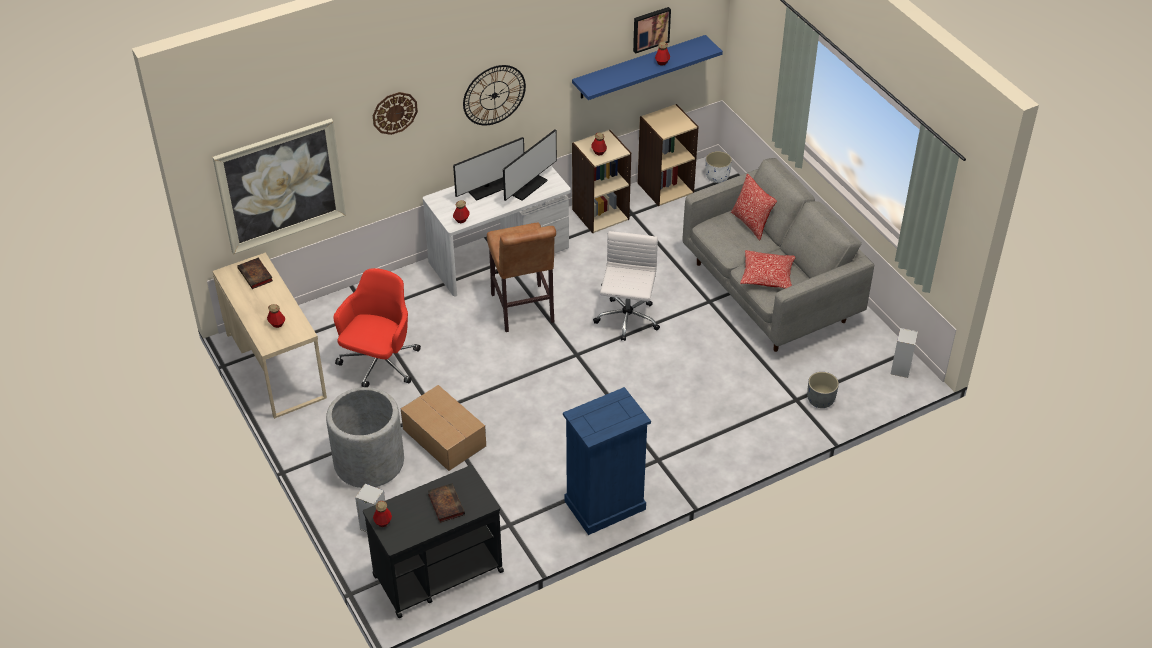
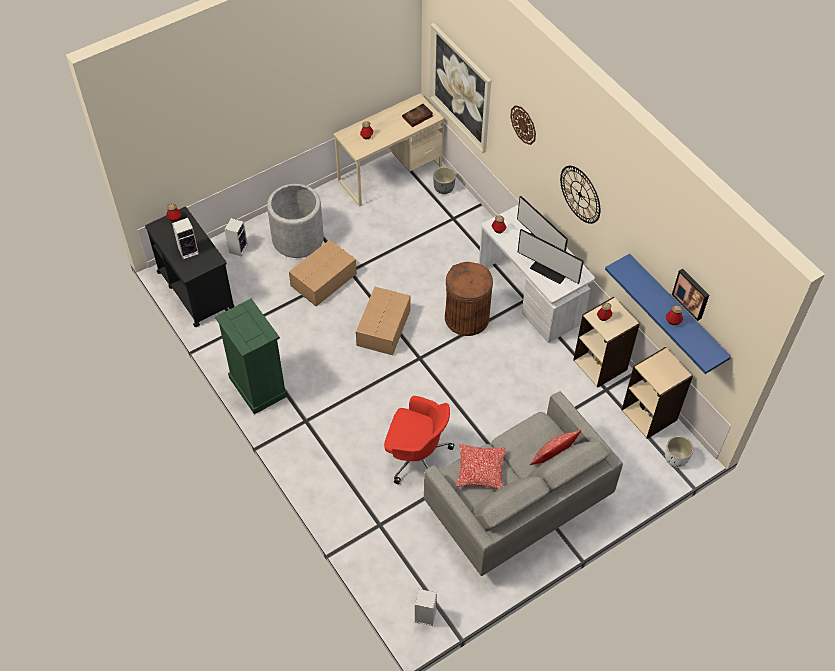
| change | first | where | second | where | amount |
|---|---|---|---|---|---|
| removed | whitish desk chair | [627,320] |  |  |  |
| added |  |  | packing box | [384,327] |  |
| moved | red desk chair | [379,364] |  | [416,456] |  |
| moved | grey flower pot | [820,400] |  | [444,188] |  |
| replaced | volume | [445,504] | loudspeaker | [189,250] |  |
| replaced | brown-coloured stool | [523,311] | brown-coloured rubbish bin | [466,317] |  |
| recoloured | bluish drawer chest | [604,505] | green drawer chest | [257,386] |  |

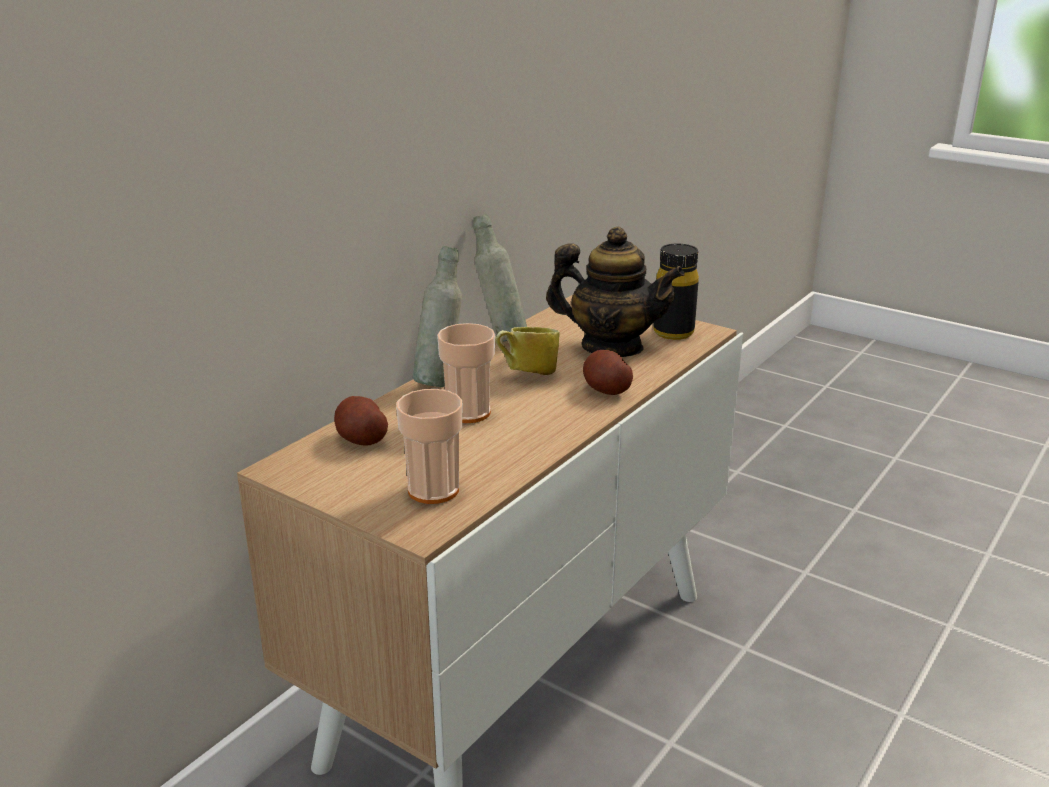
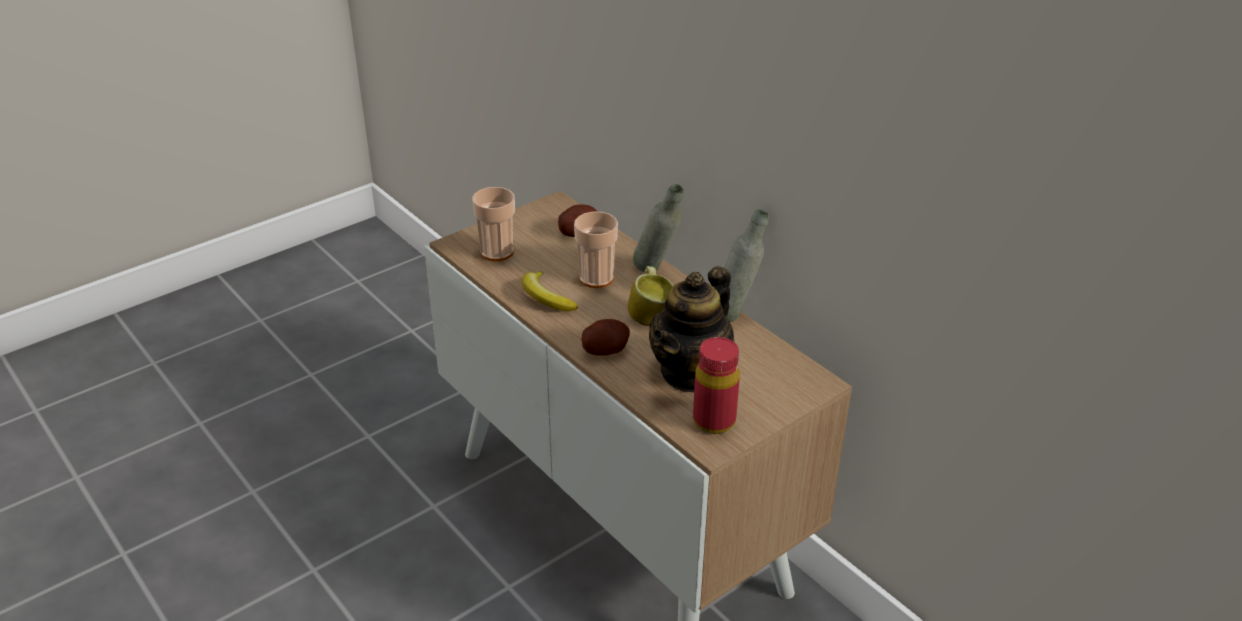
| change | first | where | second | where | amount |
|---|---|---|---|---|---|
| added |  |  | banana fruit | [545,298] |  |
| recoloured | black drink bottle | [673,332] | red drink bottle | [714,421] |  |

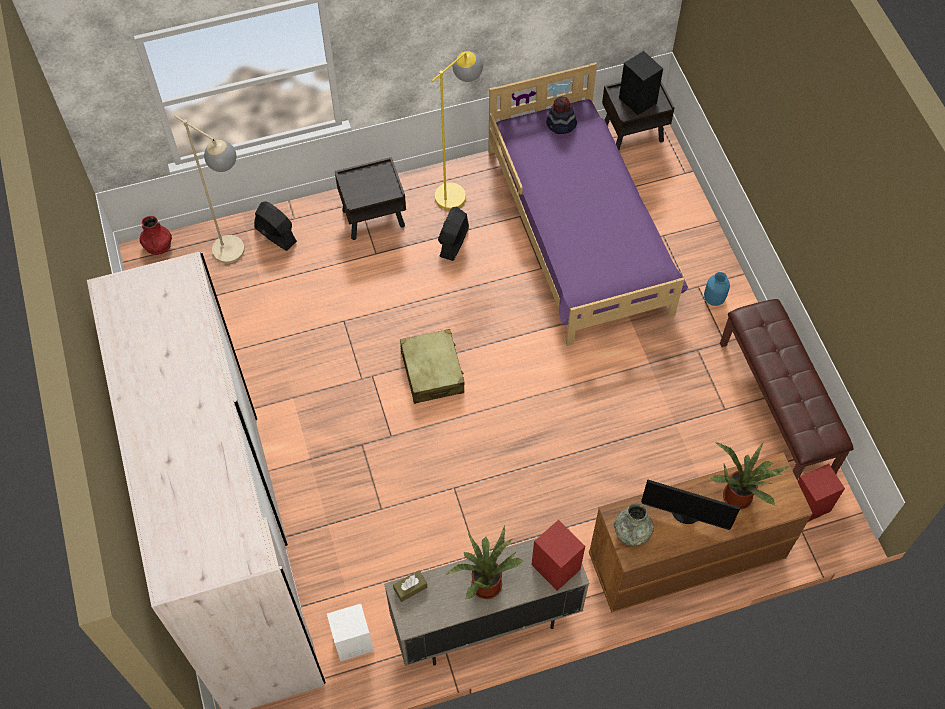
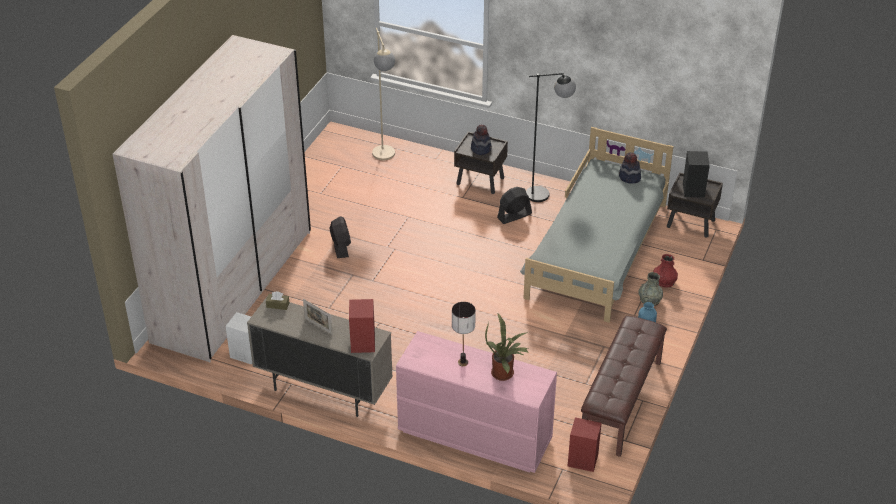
| change | first | where | second | where | amount |
|---|---|---|---|---|---|
| removed | beige travel case | [432,372] |  |  |  |
| added |  |  | wearable hat | [481,148] |  |
| moved | red decorative vase | [158,245] |  | [664,281] |  |
| moved | black cooling fan | [275,234] |  | [341,247] |  |
| moved | grey decorative vase | [632,532] |  | [649,300] |  |
| replaced | plant in a pot | [485,582] | standing frame | [318,326] |  |
| replaced | computer display | [686,512] | tabletop lamp | [463,362] |  |
| recoloured | yellowish standard lamp | [457,189] | black standard lamp | [546,194] |  |
| recoloured | purple-coloured sleeping bed | [579,231] | grey sleeping bed | [598,251] |  |
| recoloured | brown-coloured drawer chest | [685,557] | pink-coloured drawer chest | [473,435] |  |

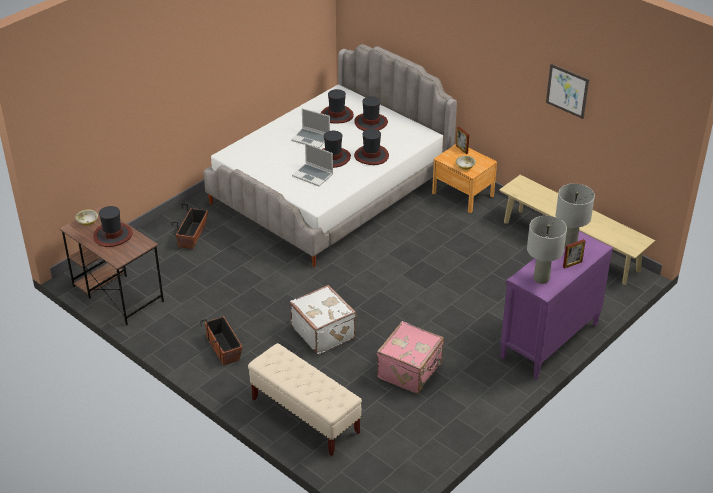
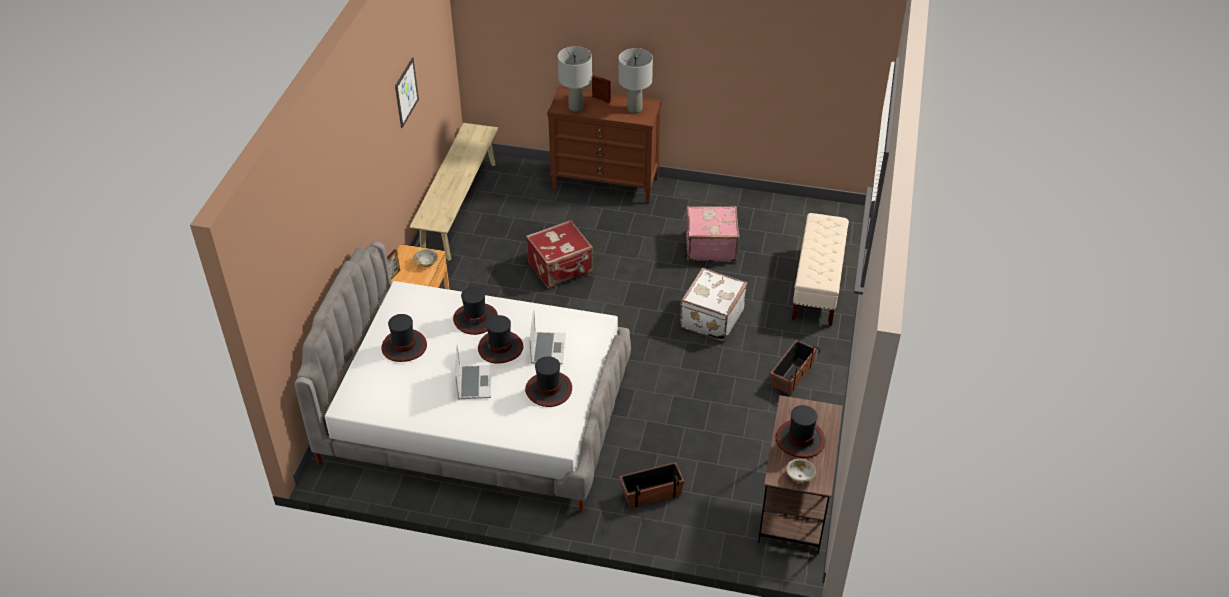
| change | first | where | second | where | amount |
|---|---|---|---|---|---|
| added |  |  | red travel case | [561,268] |  |
| moved | wearable hat | [336,115] |  | [549,389] |  |
| recoloured | purple-coloured drawer chest | [549,341] | brown-coloured drawer chest | [605,184] |  |

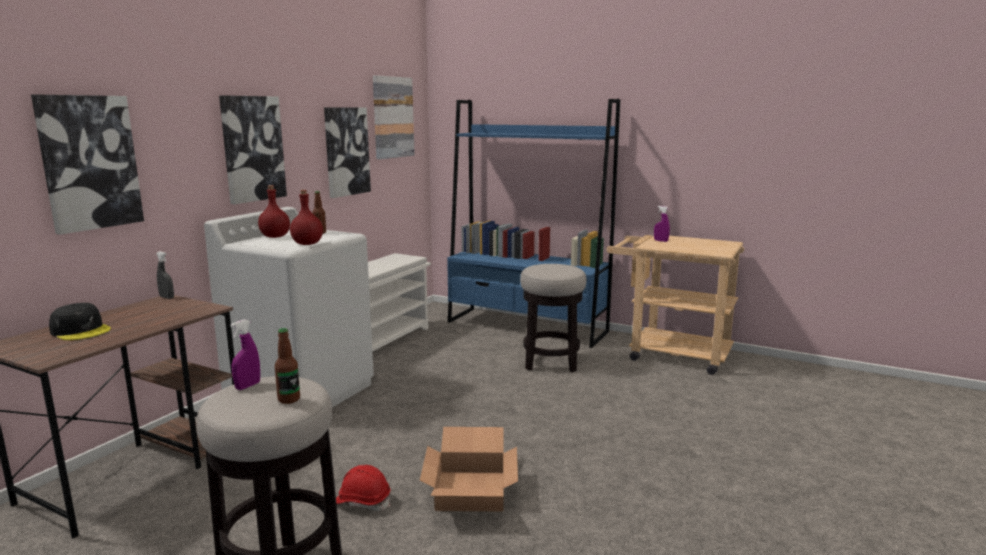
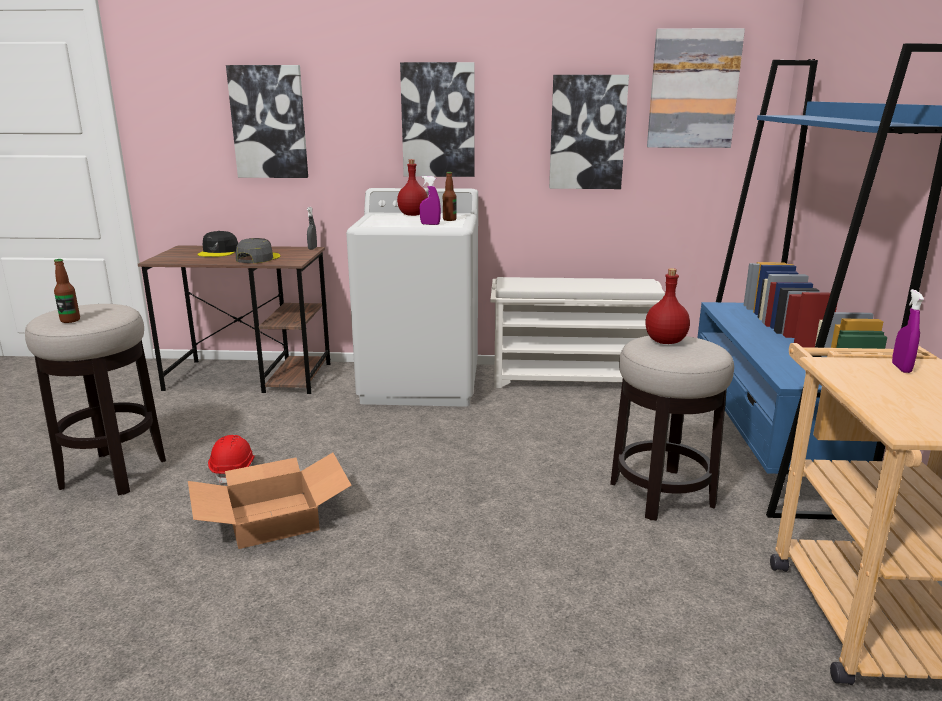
| change | first | where | second | where | amount |
|---|---|---|---|---|---|
| added |  |  | grey baseball cap | [258,258] |  |
| moved | purple-coloured sprayer | [248,386] |  | [430,224] |  |
| moved | red drink bottle | [307,244] |  | [664,341] |  |

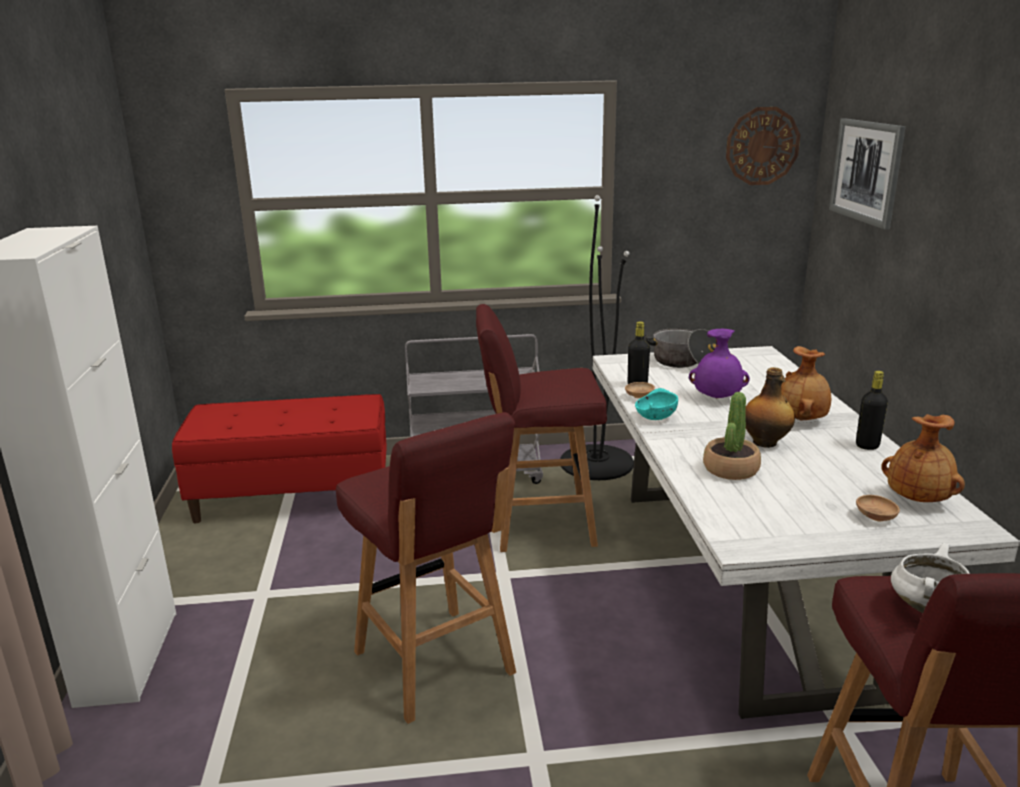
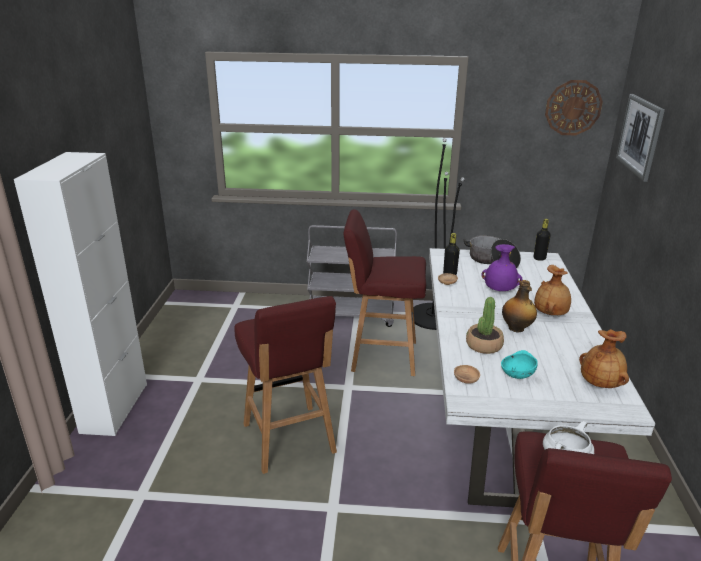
| change | first | where | second | where | amount |
|---|---|---|---|---|---|
| removed | red indoor bench | [294,496] |  |  |  |
| moved | turquoise-coloured bowl | [655,418] |  | [516,375] |  |
| moved | black drink bottle | [867,445] |  | [539,258] |  |
| moved | brown-coloured bowl | [875,517] |  | [466,380] |  |

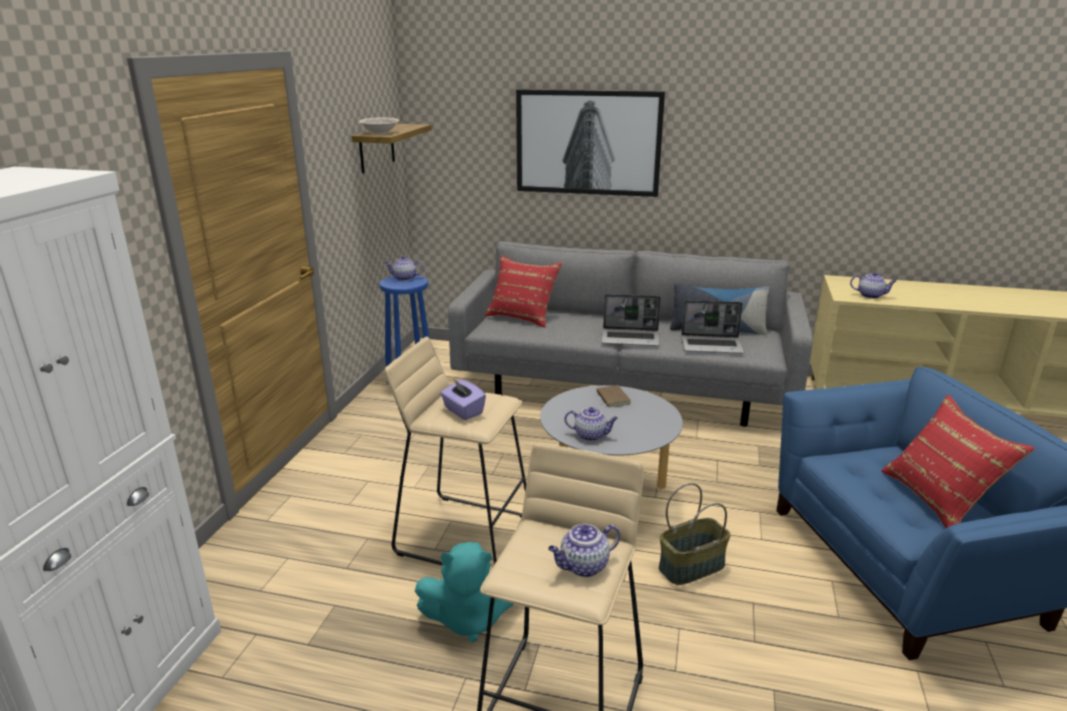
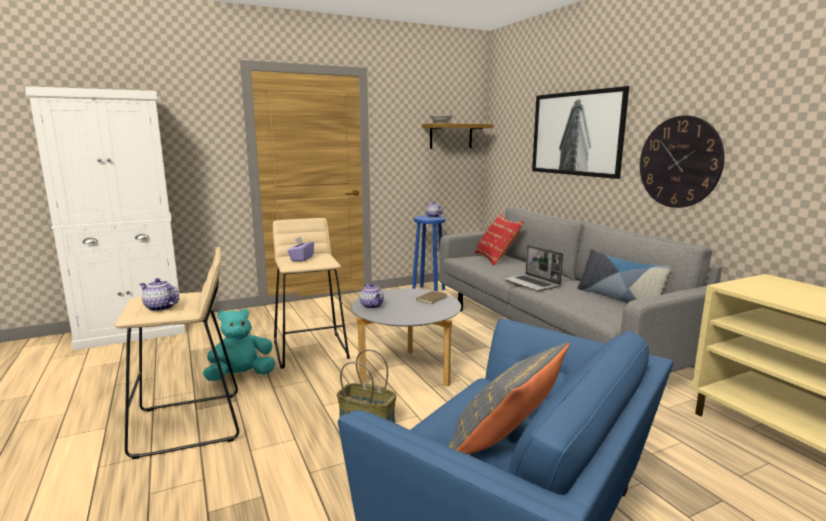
| change | first | where | second | where | amount |
|---|---|---|---|---|---|
| removed | notebook computer | [712,346] |  |  |  |
| removed | pot for tea | [871,295] |  |  |  |
| added |  |  | wall clock | [679,162] |  |
| recoloured | red pillow | [939,499] | grey pillow | [504,445] |  |
| turned | turquoise-coloured plush toy | [470,618] |  | [241,376] | 105 degrees clockwise |

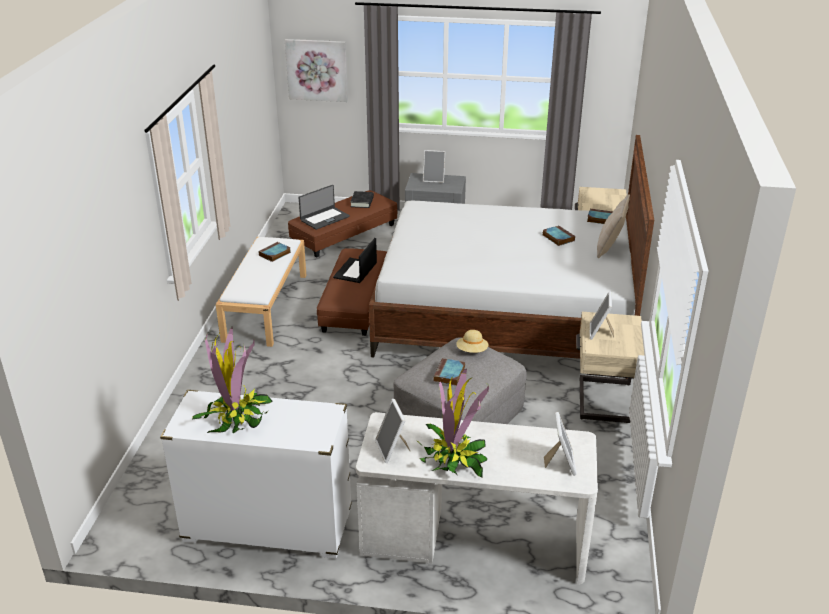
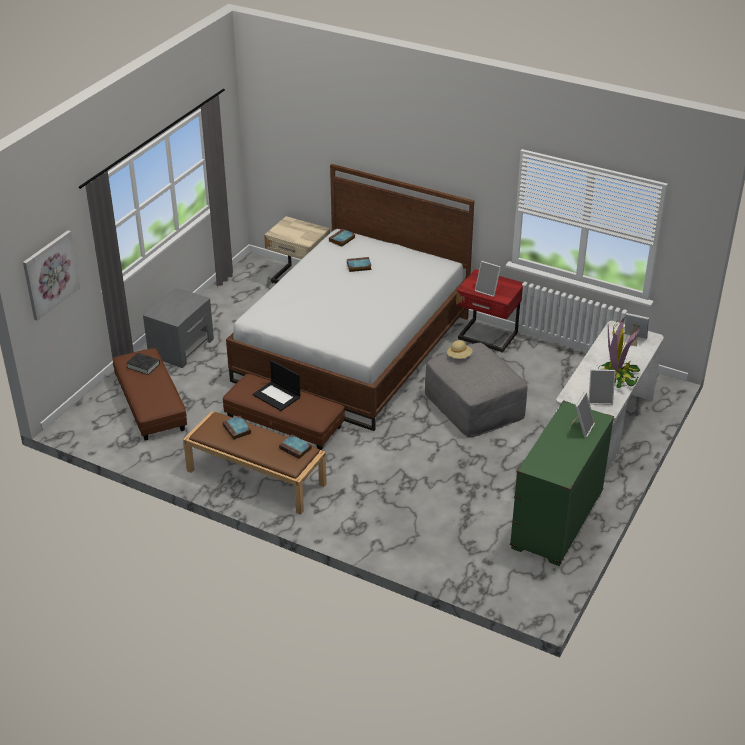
| change | first | where | second | where | amount |
|---|---|---|---|---|---|
| removed | plant in a pot | [236,417] |  |  |  |
| removed | notebook computer | [324,218] |  |  |  |
| removed | beige pillow | [610,247] |  |  |  |
| moved | standing frame | [434,179] |  | [581,428] |  |
| moved | volume | [449,375] |  | [296,449] |  |
| recoloured | whitish drawer chest | [267,526] | green drawer chest | [557,521] |  |
| recoloured | whitish indoor bench | [265,306] | brown-coloured indoor bench | [255,477] |  |
| recoloured | beige bedside table | [603,401] | red bedside table | [487,337] |  |

